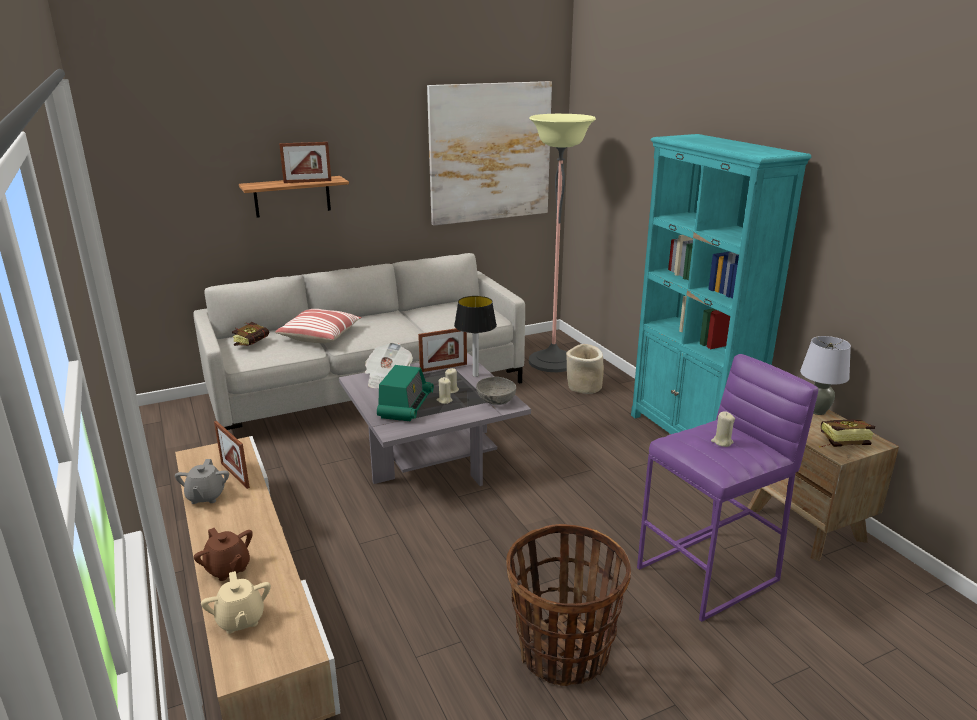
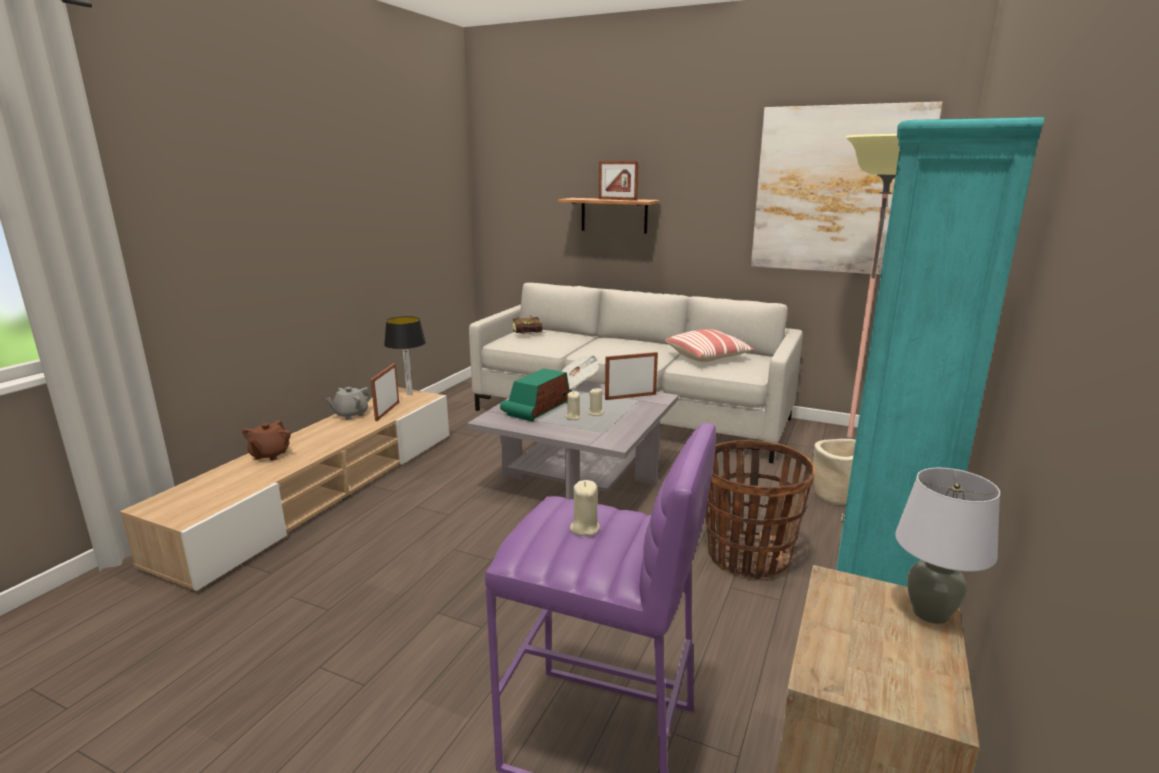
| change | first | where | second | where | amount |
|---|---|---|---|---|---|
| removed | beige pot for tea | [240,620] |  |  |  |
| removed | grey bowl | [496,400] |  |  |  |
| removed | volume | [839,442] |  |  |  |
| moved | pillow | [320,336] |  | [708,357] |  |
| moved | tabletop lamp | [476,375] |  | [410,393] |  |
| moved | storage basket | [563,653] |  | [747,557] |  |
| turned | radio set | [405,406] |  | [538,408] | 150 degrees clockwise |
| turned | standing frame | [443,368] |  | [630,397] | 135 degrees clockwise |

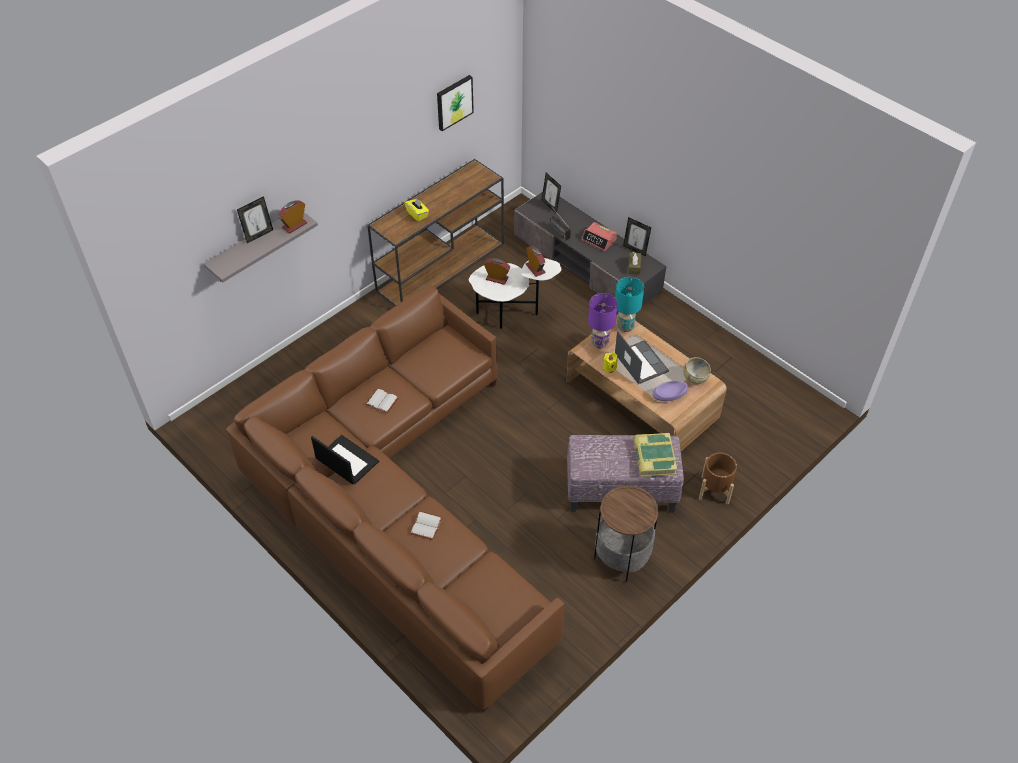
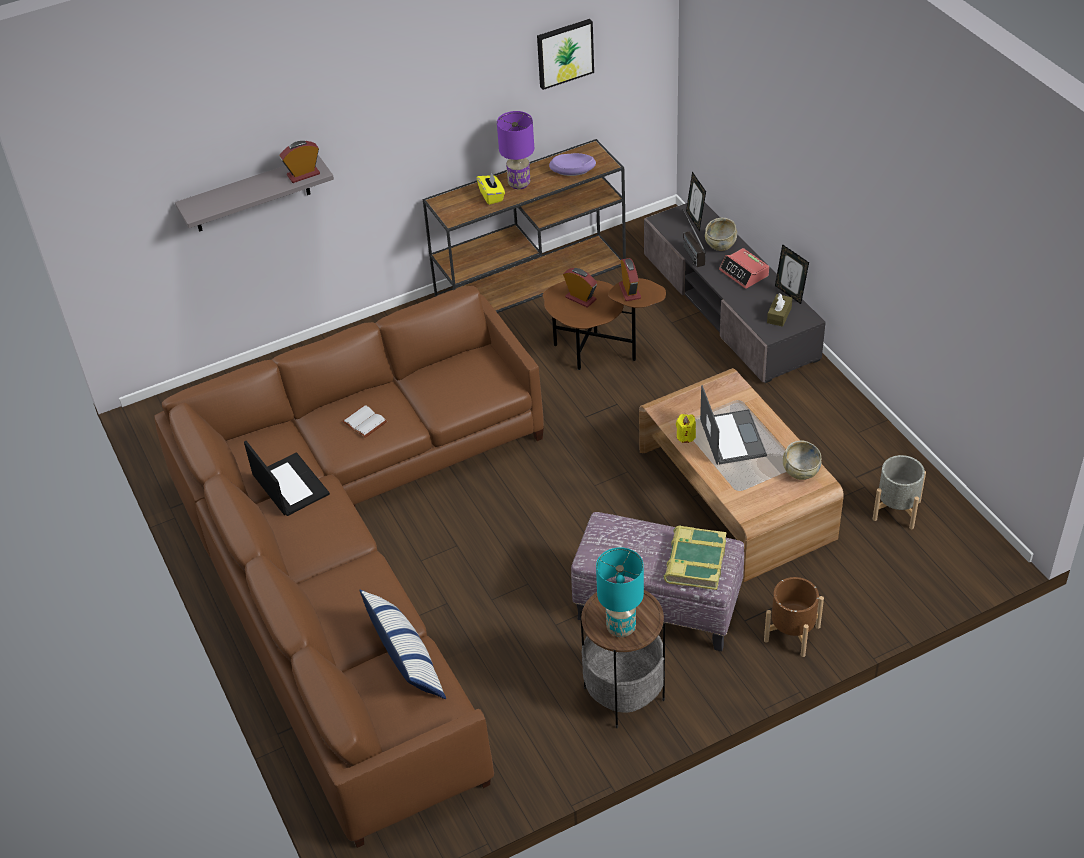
| change | first | where | second | where | amount |
|---|---|---|---|---|---|
| removed | standing frame | [258,235] |  |  |  |
| removed | whitish volume | [427,526] |  |  |  |
| added |  |  | pillow | [406,659] |  |
| added |  |  | beige bowl | [720,245] |  |
| added |  |  | grey flower pot | [896,510] |  |
| moved | purple-coloured tabletop lamp | [600,343] |  | [519,184] |  |
| moved | turquoise-coloured tabletop lamp | [625,326] |  | [621,628] |  |
| moved | purple-coloured bowl | [669,395] |  | [573,171] |  |
| recoloured | whitish accent table | [510,313] | brown-coloured accent table | [599,353] |  |

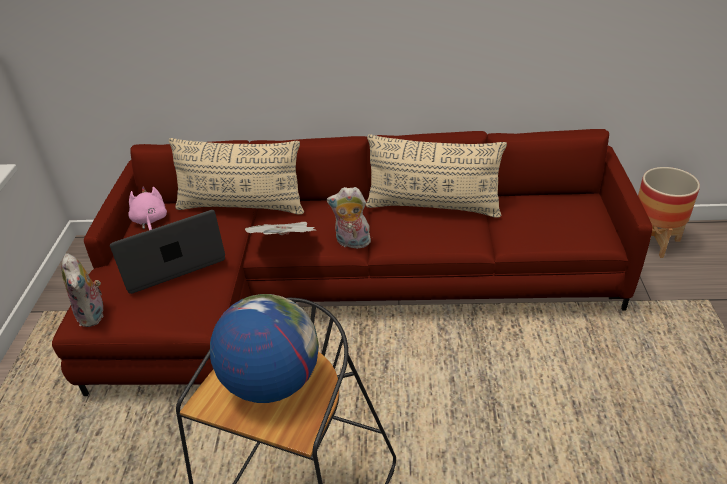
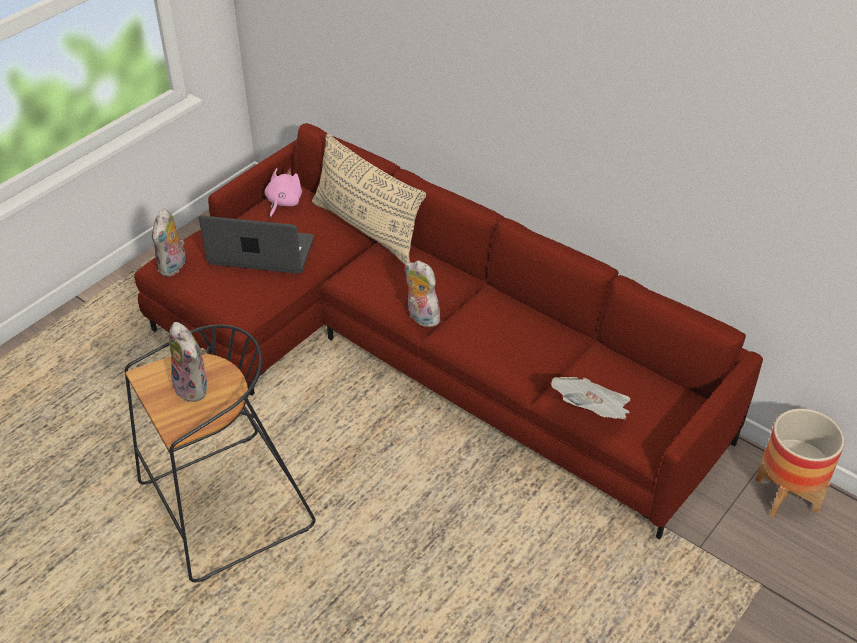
| change | first | where | second | where | amount |
|---|---|---|---|---|---|
| removed | beige pillow | [433,206] |  |  |  |
| moved | newspaper | [285,242] |  | [592,411] |  |
| replaced | desk globe | [271,381] | plush toy | [194,387] |  |

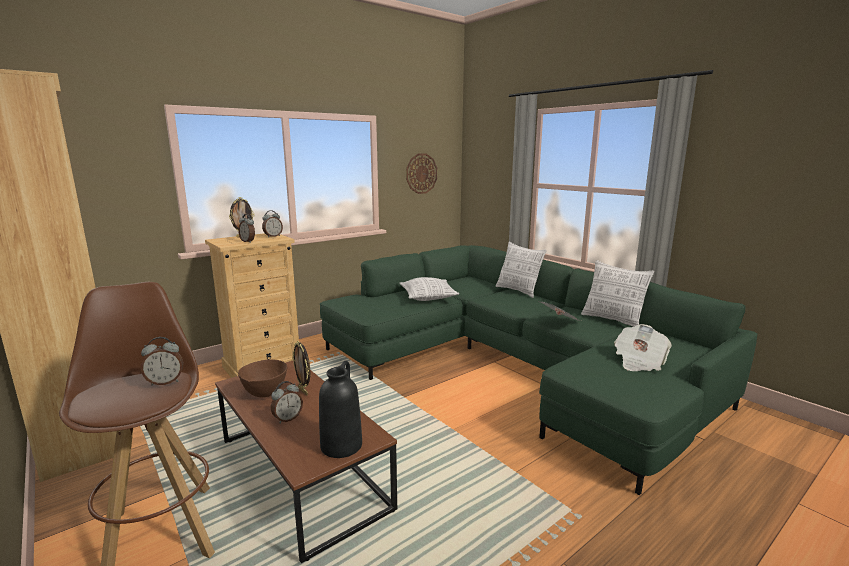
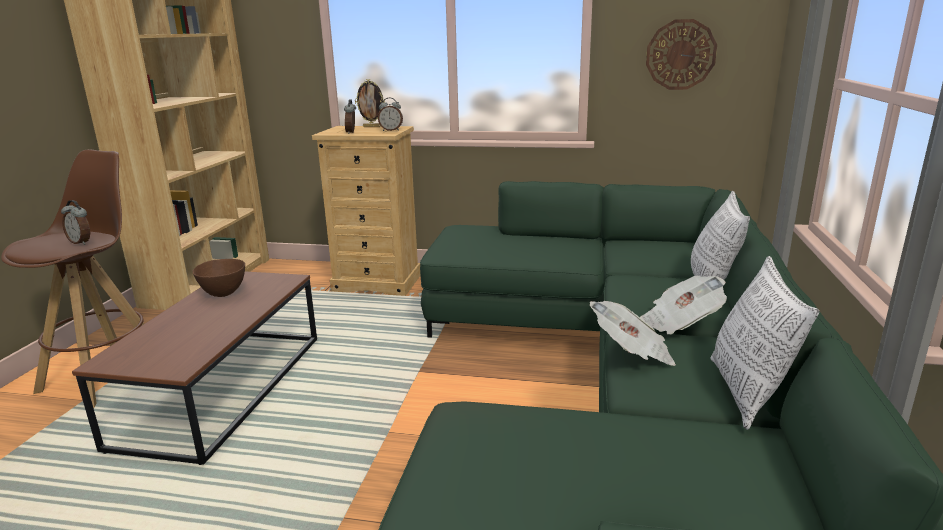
| change | first | where | second | where | amount |
|---|---|---|---|---|---|
| removed | bedside clock | [287,418] |  |  |  |
| removed | standing frame | [303,391] |  |  |  |
| removed | black decorative vase | [341,445] |  |  |  |
| removed | pillow | [428,297] |  |  |  |
| moved | newspaper | [639,362] |  | [679,323] |  |

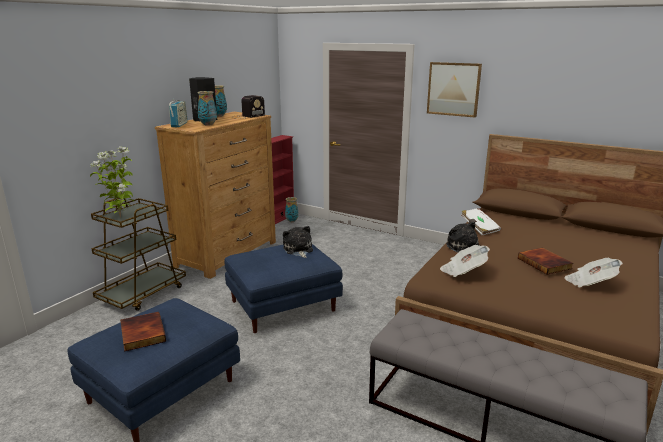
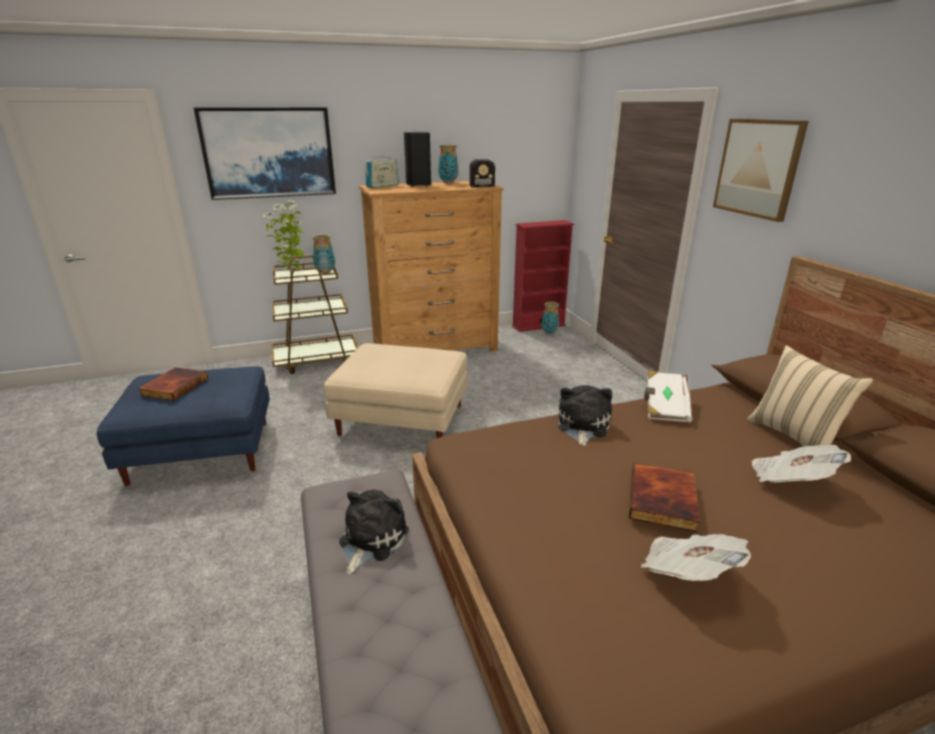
| change | first | where | second | where | amount |
|---|---|---|---|---|---|
| added |  |  | wall art | [269,153] |  |
| added |  |  | beige pillow | [794,436] |  |
| moved | decorative vase | [208,124] |  | [325,272] |  |
| moved | plush toy | [298,250] |  | [370,540] |  |
| moved | newspaper | [463,271] |  | [790,480] |  |
| recoloured | bluish pouffe | [284,305] | beige pouffe | [403,420] |  |

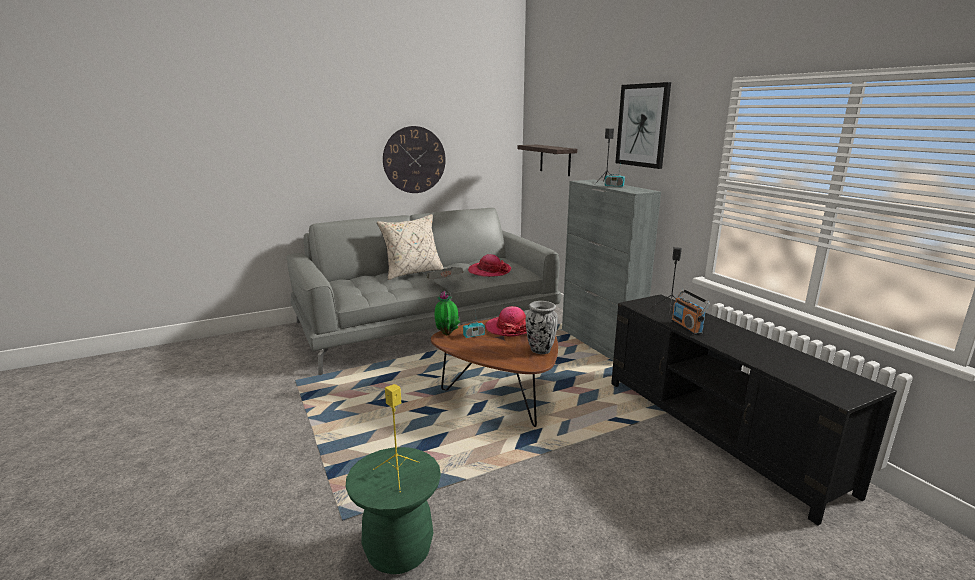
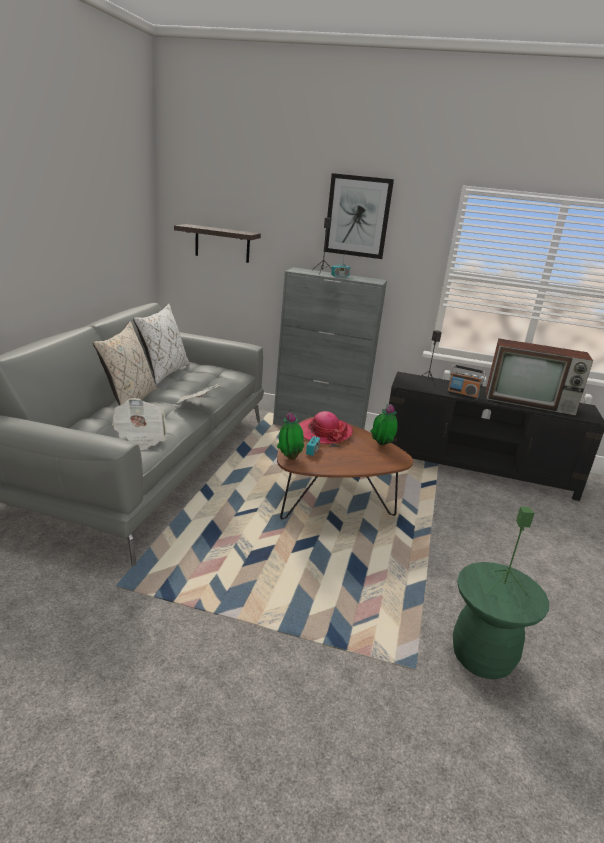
| change | first | where | second | where | amount |
|---|---|---|---|---|---|
| removed | wall clock | [414,160] |  |  |  |
| removed | wearable hat | [489,271] |  |  |  |
| added |  |  | newspaper | [140,437] |  |
| added |  |  | whitish pillow | [163,372] |  |
| added |  |  | TV set | [530,402] |  |
| replaced | decorative vase | [540,350] | plant in a pot | [381,446] |  |
| recoloured | yellowish loudspeaker | [398,474] | green loudspeaker | [504,587] |  |

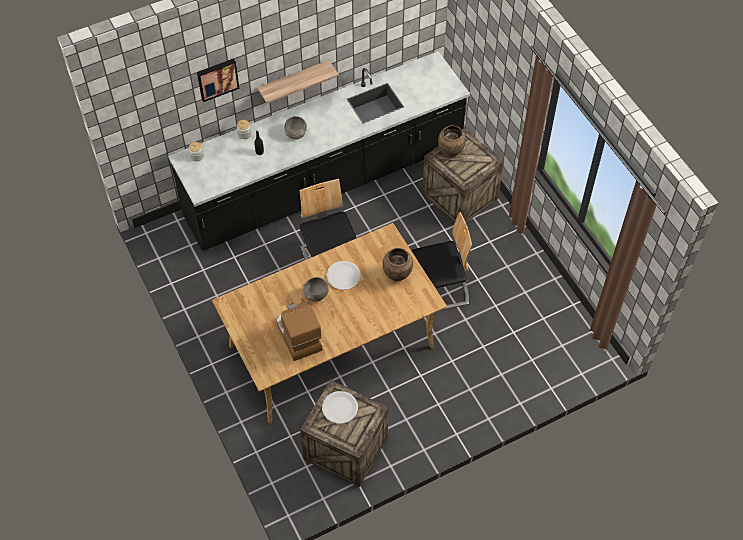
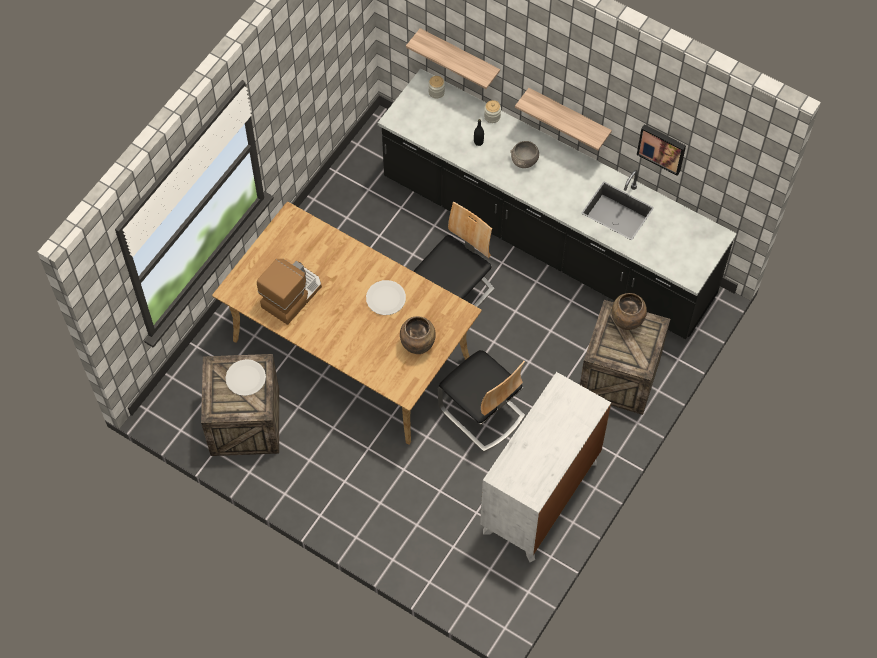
| change | first | where | second | where | amount |
|---|---|---|---|---|---|
| removed | grey bowl | [316,295] |  |  |  |
| added |  |  | shelf | [459,57] |  |
| added |  |  | whitish drawer chest | [540,497] |  |
| moved | wall art | [217,78] |  | [662,148] |  |

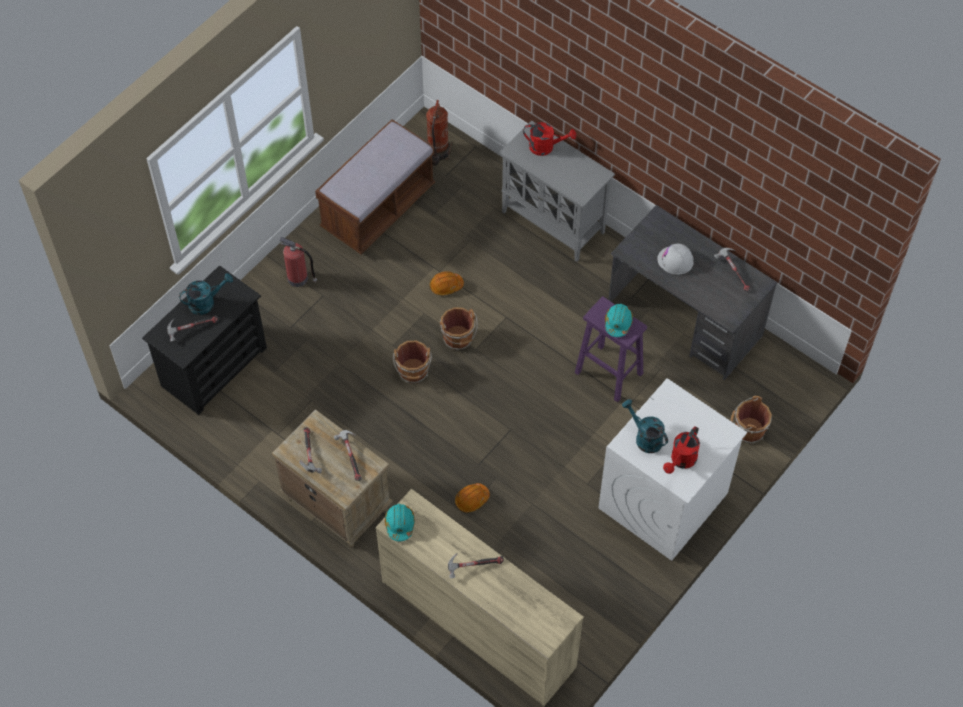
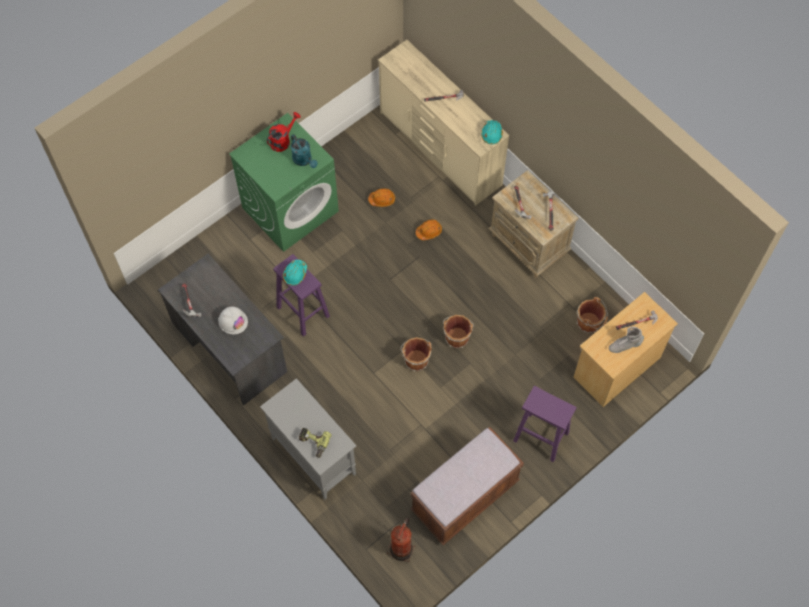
| change | first | where | second | where | amount |
|---|---|---|---|---|---|
| moved | orange hard hat | [446,286] |  | [382,199] |  |
| moved | brown-coloured water bucket | [747,430] |  | [589,323] |  |
| replaced | turquoise-coloured watering pot | [206,302] | grey tall boot | [624,345] |  |
| replaced | fire extinguisher | [298,278] | purple-coloured stool | [541,437] |  |
| replaced | red watering pot | [546,147] | drill | [313,443] |  |
| recoloured | black drawer chest | [214,366] | beige drawer chest | [616,367] |  |
| recoloured | whitish laundry machine | [663,501] | green laundry machine | [290,209] |  |

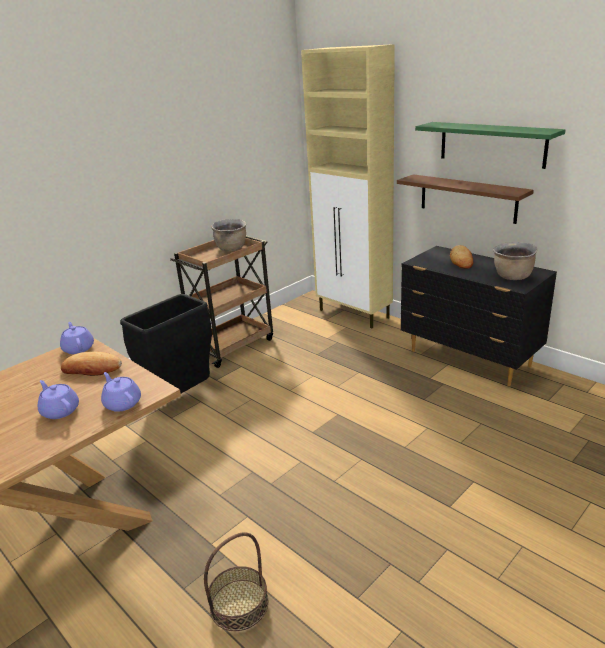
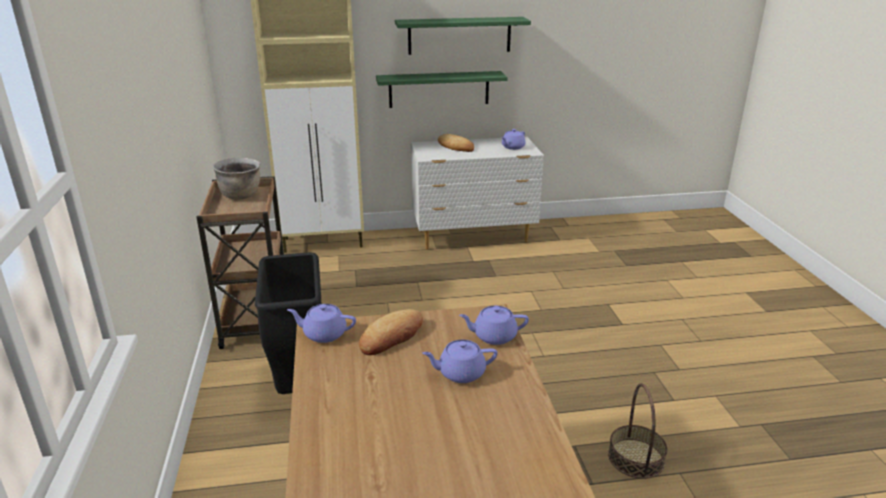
| change | first | where | second | where | amount |
|---|---|---|---|---|---|
| replaced | brown-coloured cooking pot | [512,277] | purple-coloured pot for tea | [512,147] |  |
| recoloured | brown-coloured shelf | [467,198] | green shelf | [439,89] |  |
| recoloured | black drawer chest | [469,359] | whitish drawer chest | [474,237] |  |

